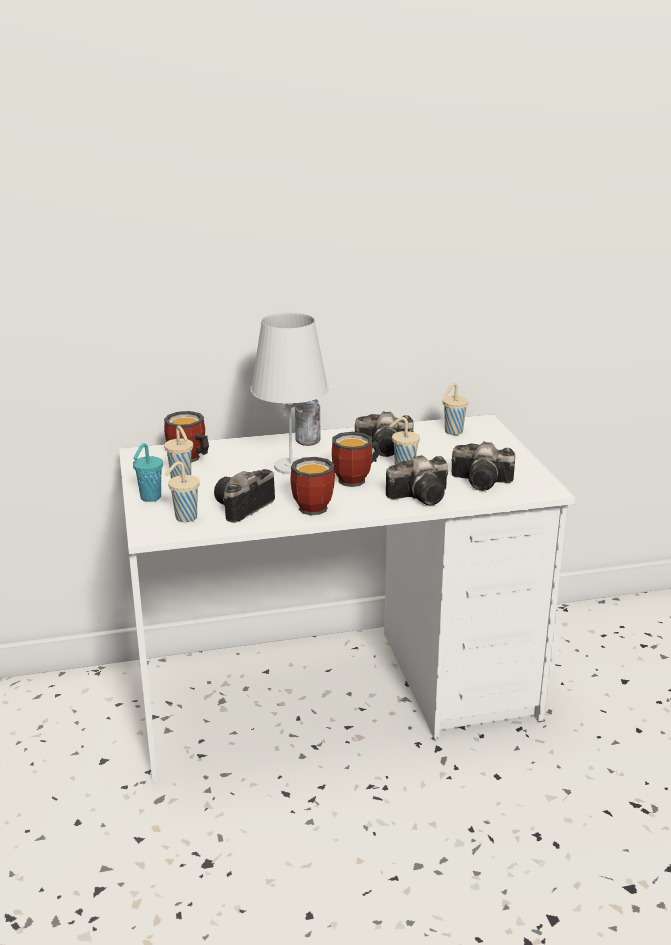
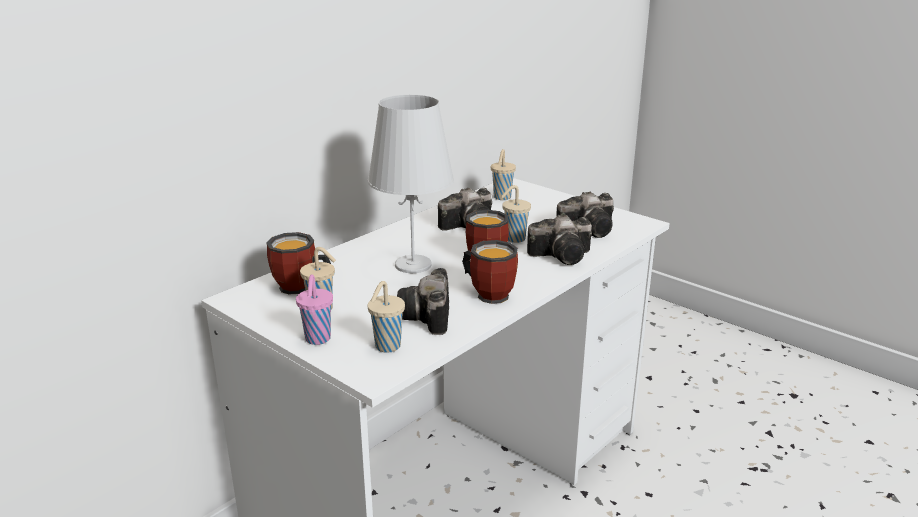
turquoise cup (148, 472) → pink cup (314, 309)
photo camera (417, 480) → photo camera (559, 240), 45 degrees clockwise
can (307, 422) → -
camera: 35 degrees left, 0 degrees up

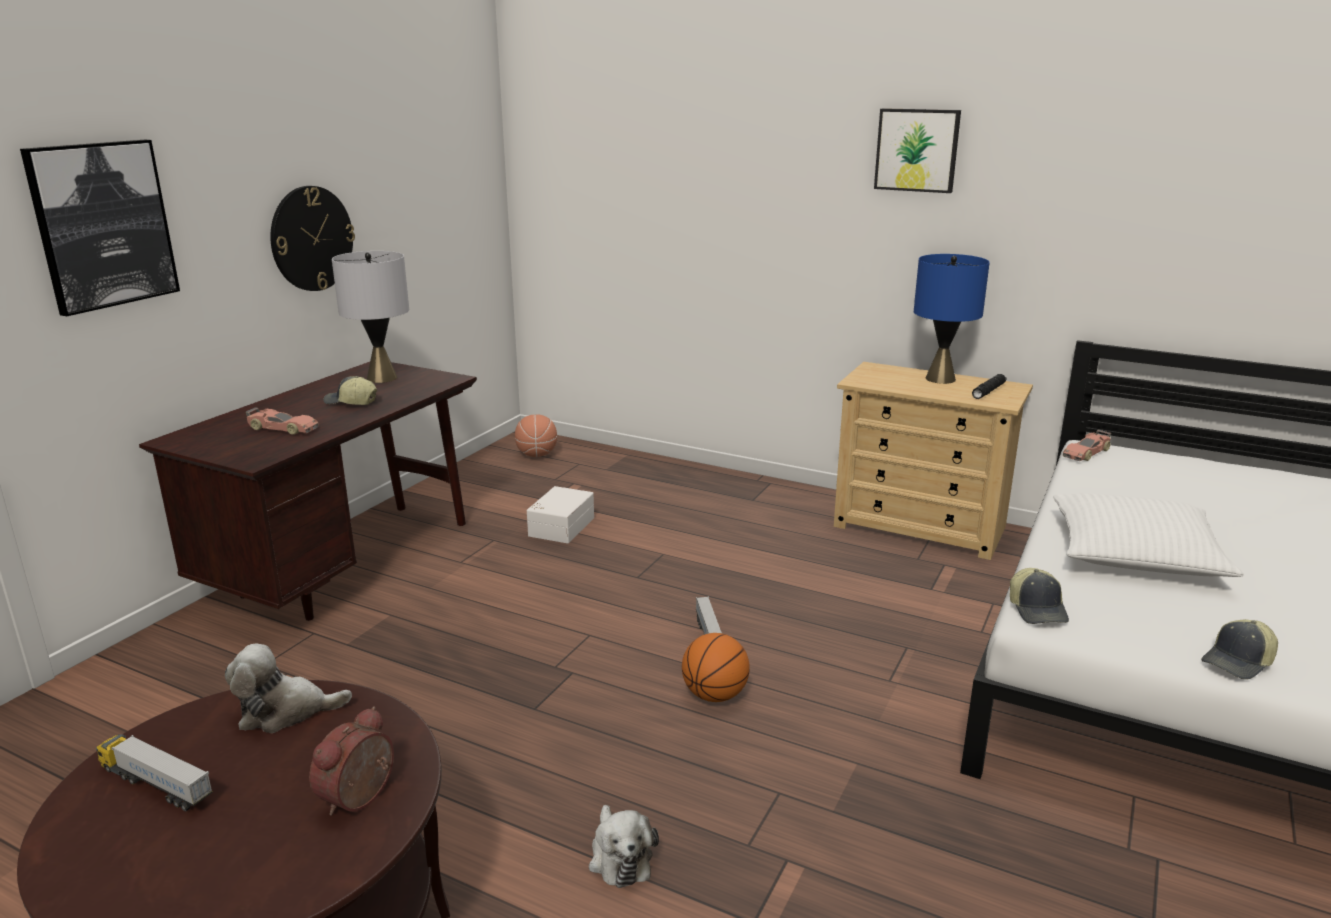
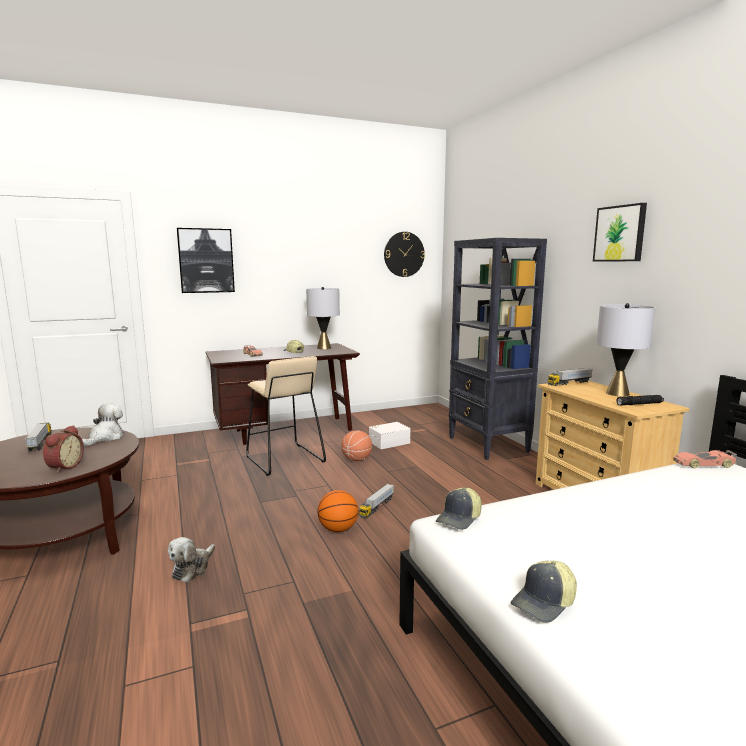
alarm clock (351, 761) → alarm clock (63, 449), 120 degrees clockwise
plush toy (288, 688) → plush toy (103, 424), 75 degrees clockwise
- → beige stool (286, 416)
basketball (536, 435) → basketball (356, 445), move
wall clock (312, 238) → wall clock (404, 254), move
- → black bookcase (497, 349)
cap (1239, 649) → cap (544, 592), 45 degrees counterclockwise
- → toy truck (570, 377)
blue table lamp (952, 319) → grey table lamp (625, 349)
white pillow (1148, 535) → -
camera: 40 degrees right, 10 degrees down

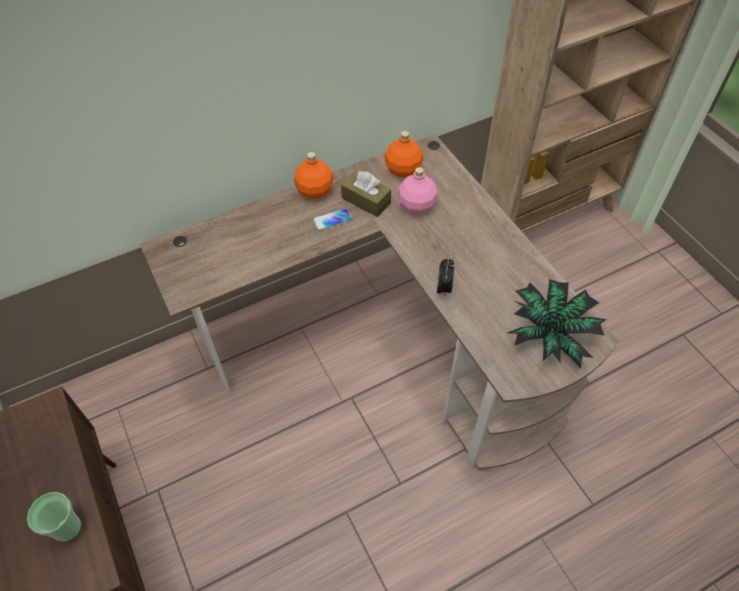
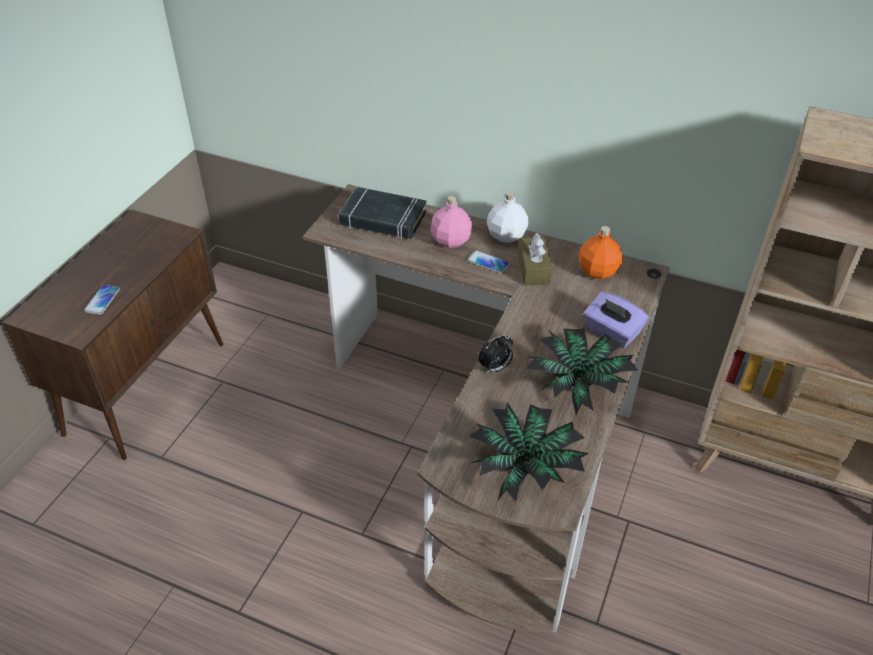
cup (54, 517) → phone (102, 300)
- → black book (382, 213)
pink bottle (418, 191) → pink bottle (451, 222), move
orange bottle (313, 175) → white bottle (508, 217)
- → potted plant (581, 371)
- → purple tissue box (616, 319)
camera: 50 degrees right, 10 degrees down

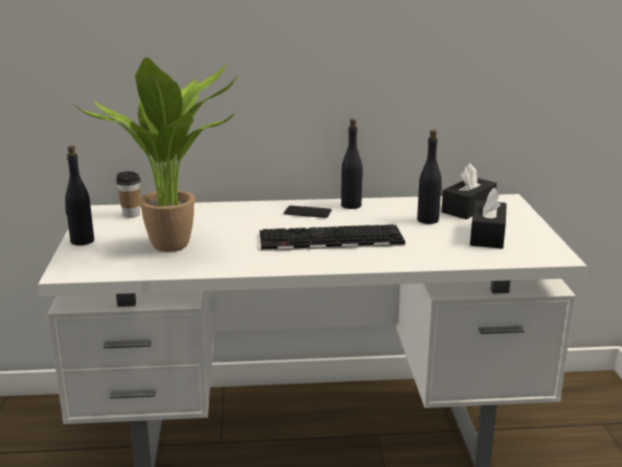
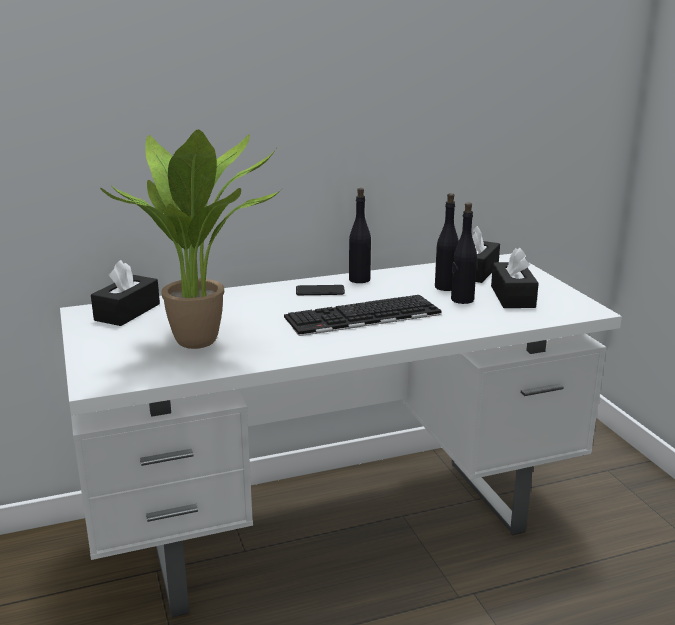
cup (128, 194) → black tissue box (125, 293)
black bottle (79, 195) → black bottle (464, 253), move
camera: 15 degrees left, 0 degrees up

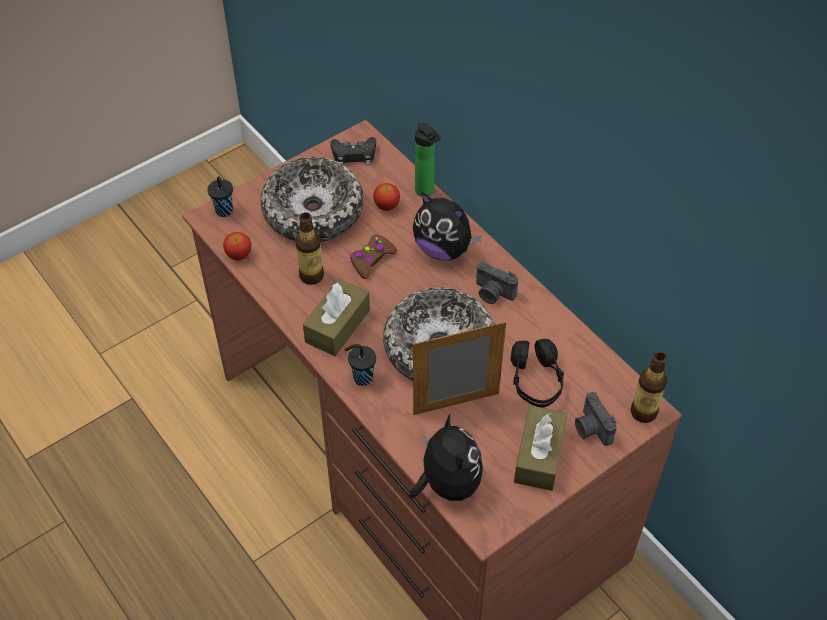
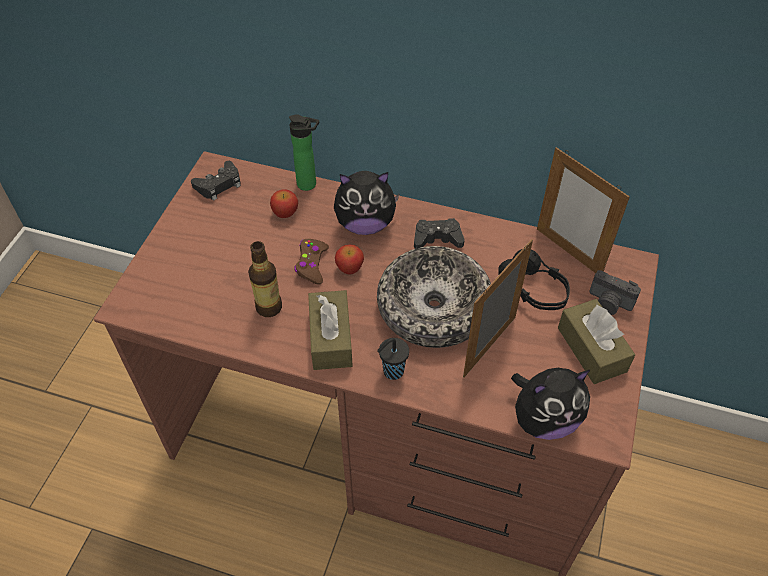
apple (237, 246) → apple (349, 260), move
photo camera (497, 283) → black game controller (439, 233)
plush toy (446, 457) → plush toy (550, 404), 120 degrees clockwise
- → picture frame (583, 210)
black cup (220, 196) → -
bowl (312, 199) → -
bottle (649, 387) → -
camera: 35 degrees left, 0 degrees up

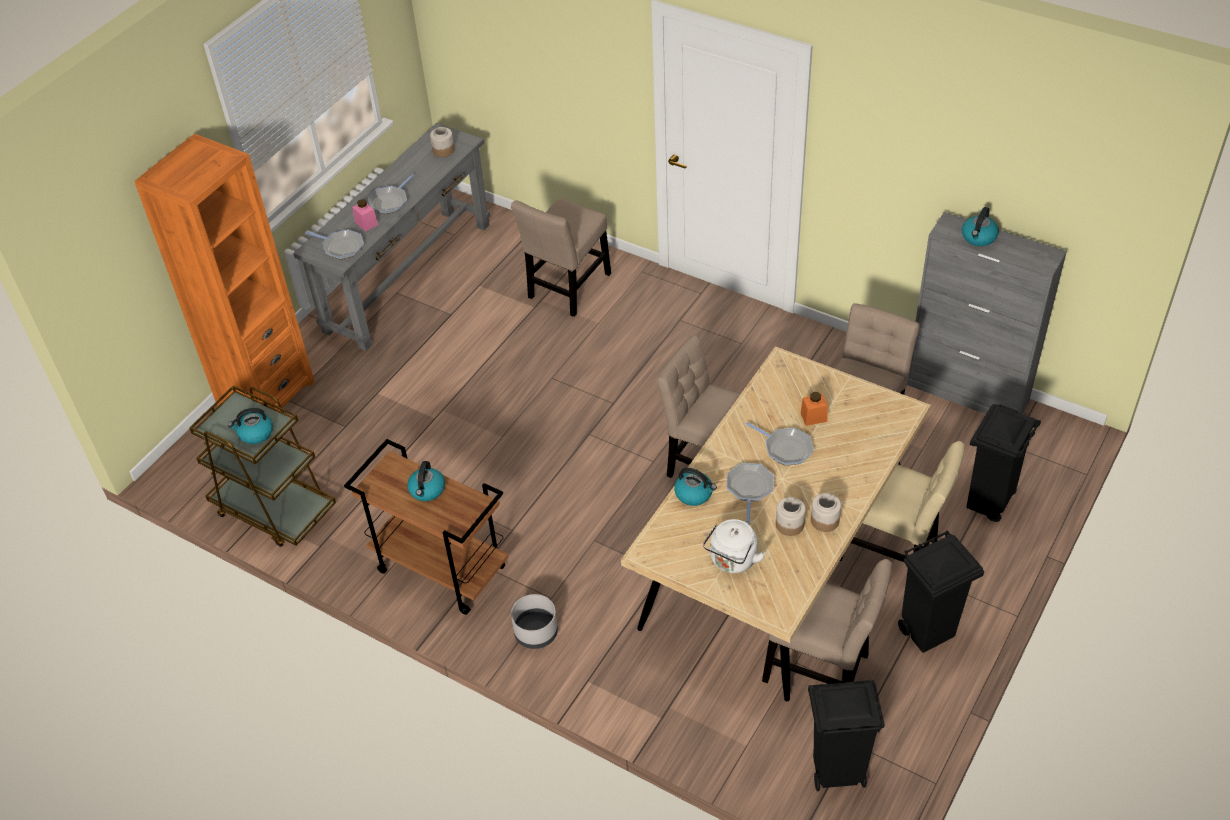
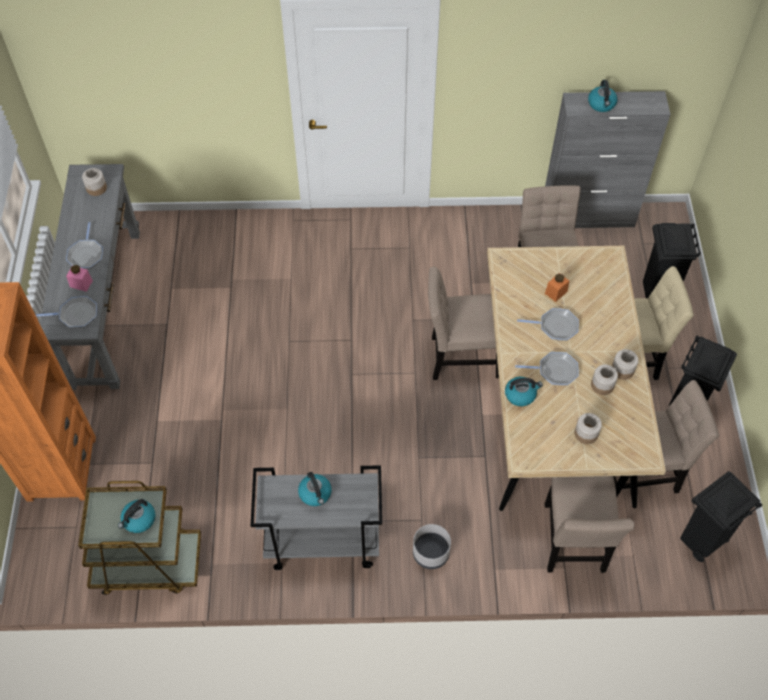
brown cart (426, 527) → grey cart (316, 517)
frying pan (750, 493) → frying pan (547, 369), 120 degrees clockwise
beige chair (561, 257) → beige chair (589, 524), move
white kettle (734, 546) → jar (588, 428)
camera: 35 degrees left, 10 degrees up

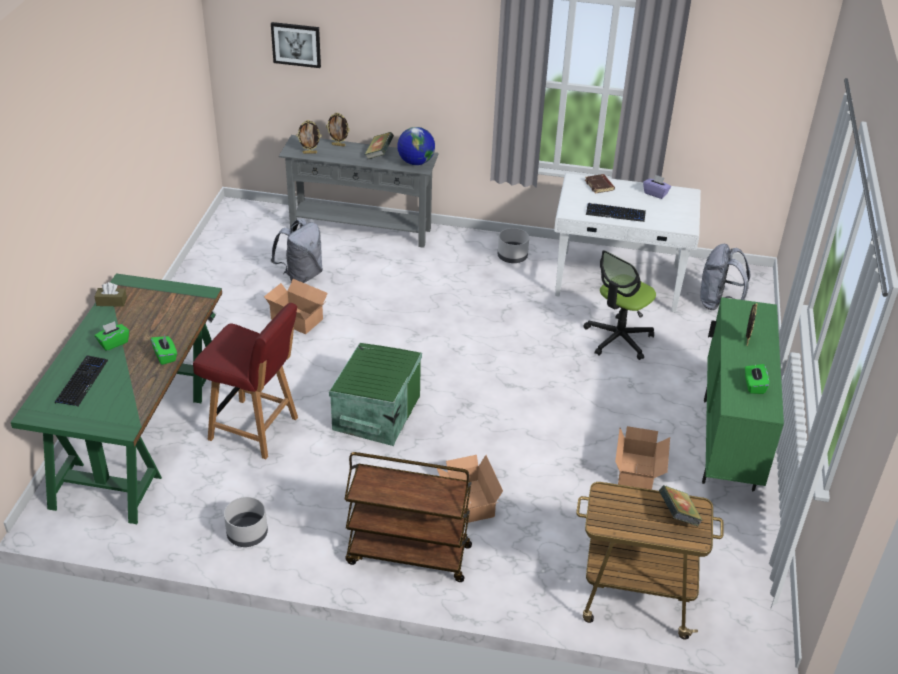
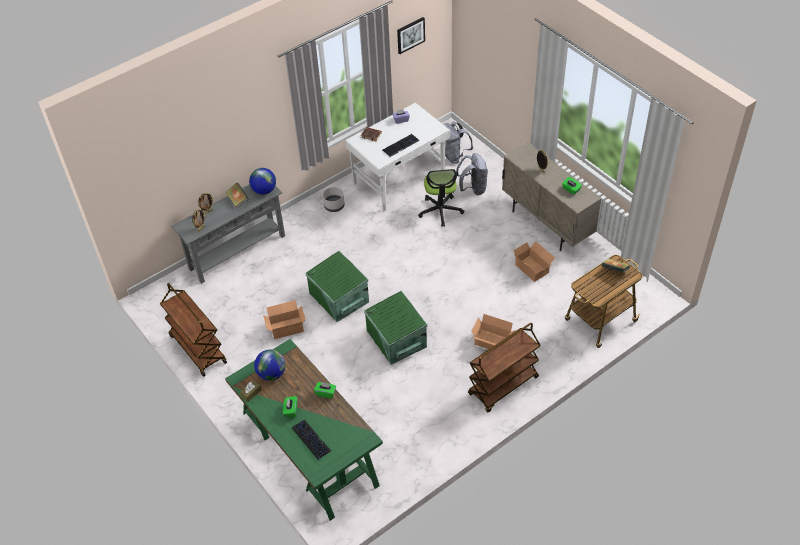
- → brown cart (193, 330)
- → globe (270, 365)
- → green storage box (337, 286)
picture (296, 45) → picture (411, 35), move
grey backpack (297, 251) → grey backpack (472, 174), move
green cabinet (743, 394) → beige cabinet (552, 196)
red chair (245, 381) → -
grey planter (246, 522) → -
camera: 45 degrees left, 10 degrees up

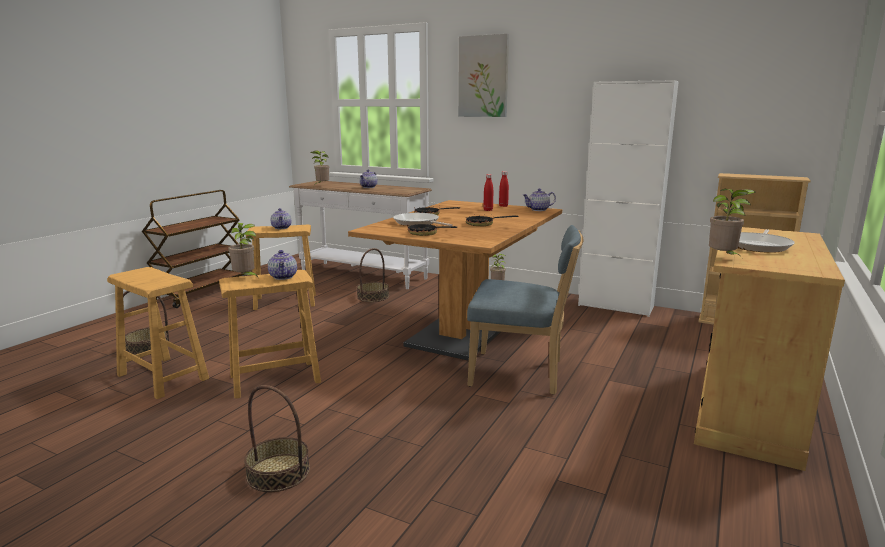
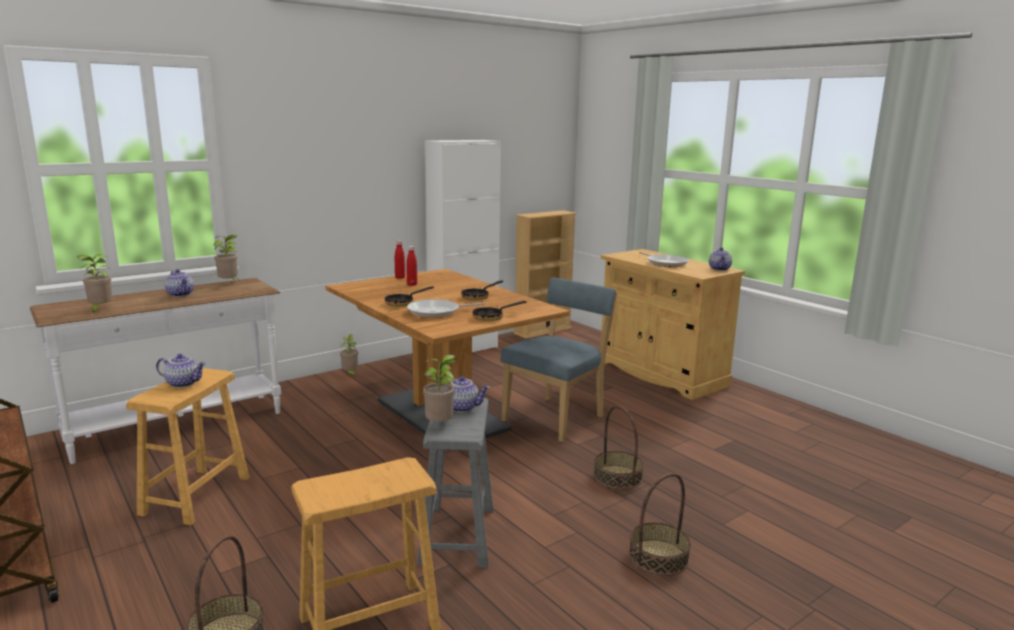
potted plant (732, 223) → potted plant (226, 257), move
brown stool (270, 334) → grey stool (455, 482)
basket (373, 275) → basket (619, 448), move
teapot (539, 199) → teapot (720, 259), move
picture (483, 75) → -
camera: 65 degrees left, 0 degrees up

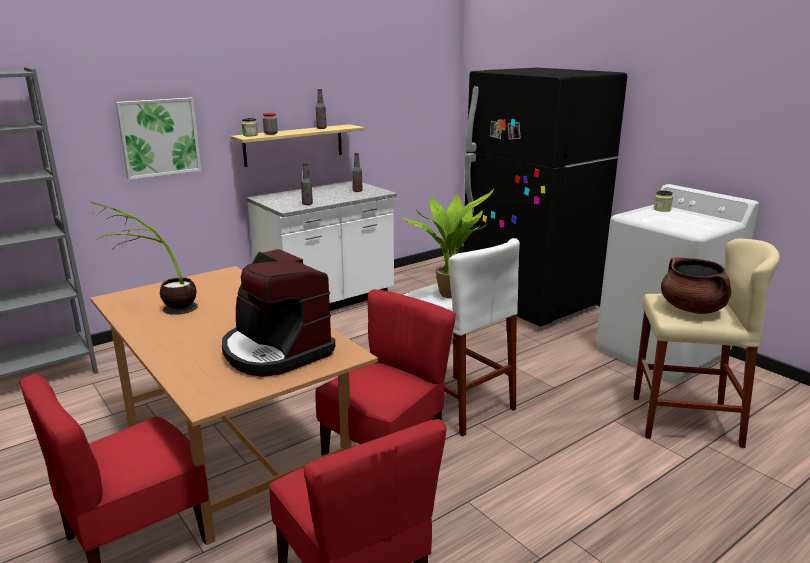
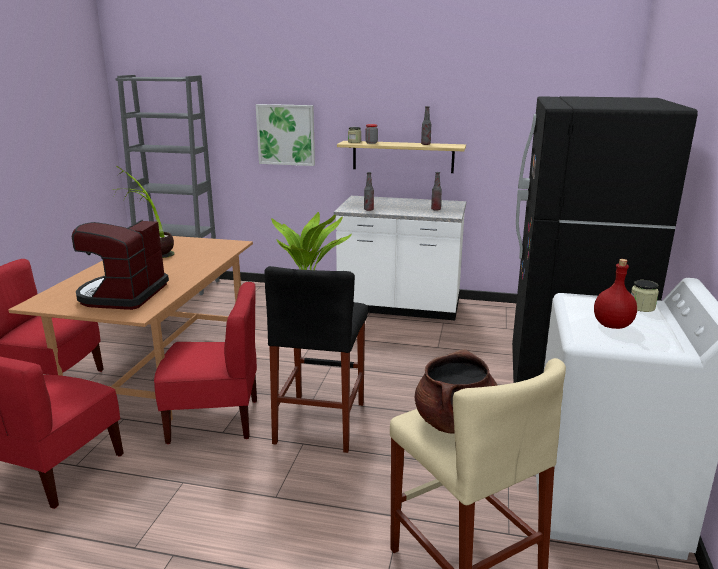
white stool (462, 337) → black stool (316, 359)
- → red bottle (615, 294)
camera: 50 degrees right, 0 degrees up

